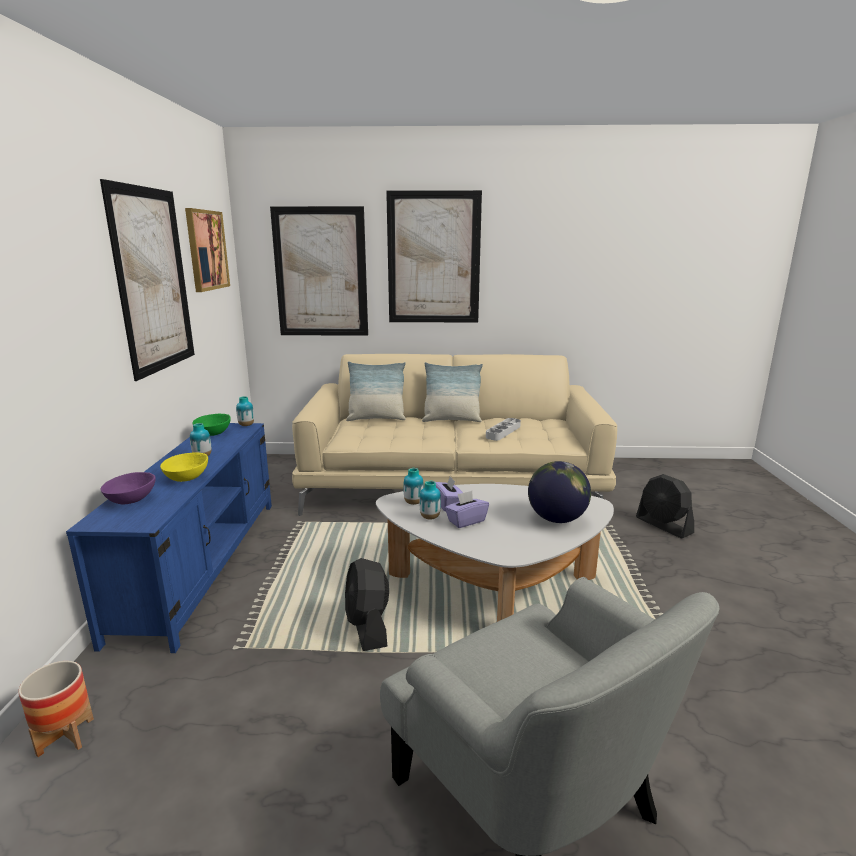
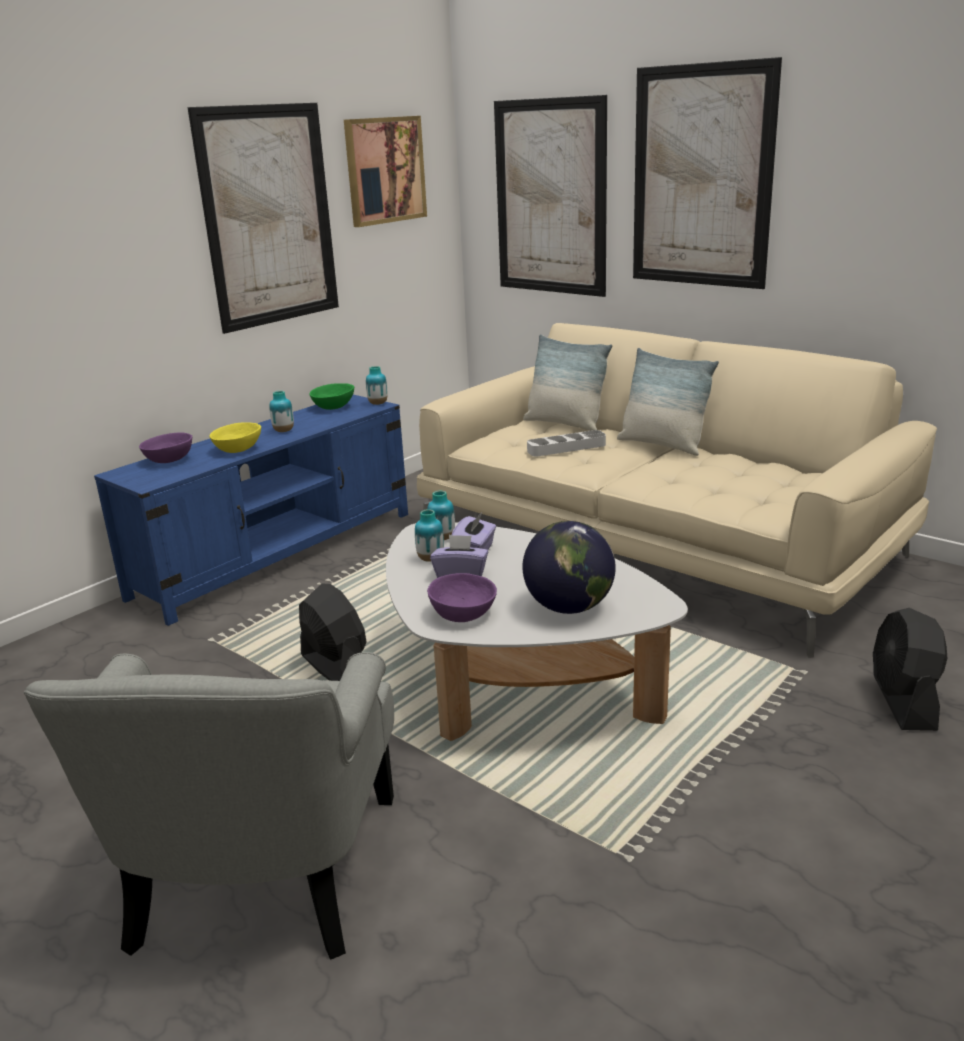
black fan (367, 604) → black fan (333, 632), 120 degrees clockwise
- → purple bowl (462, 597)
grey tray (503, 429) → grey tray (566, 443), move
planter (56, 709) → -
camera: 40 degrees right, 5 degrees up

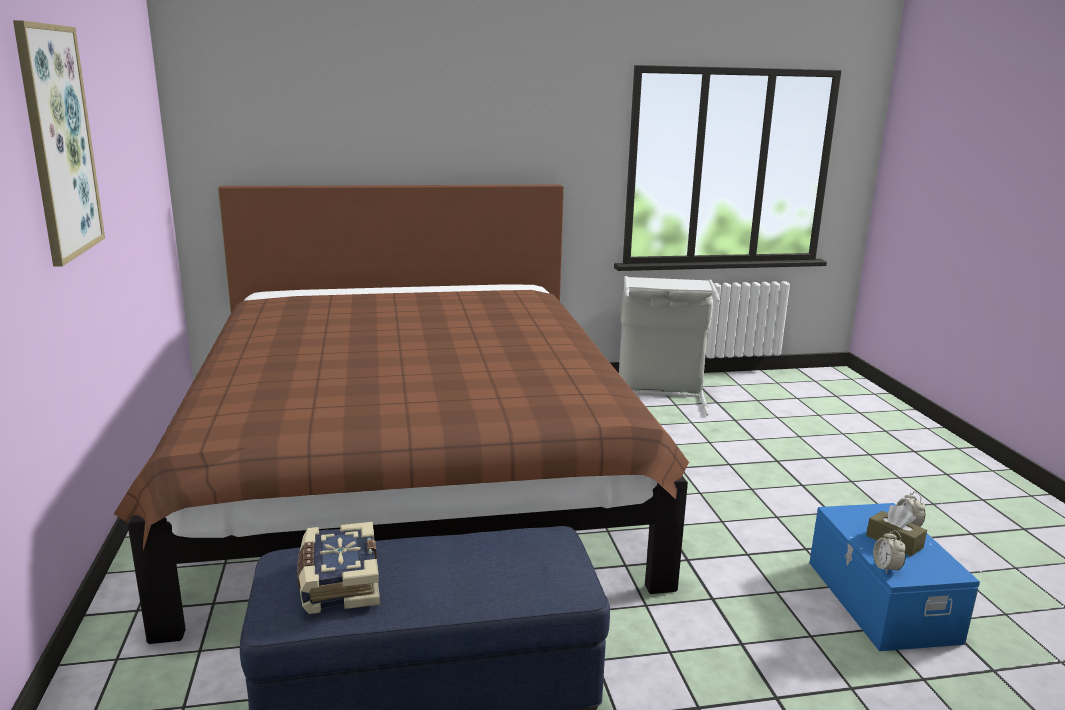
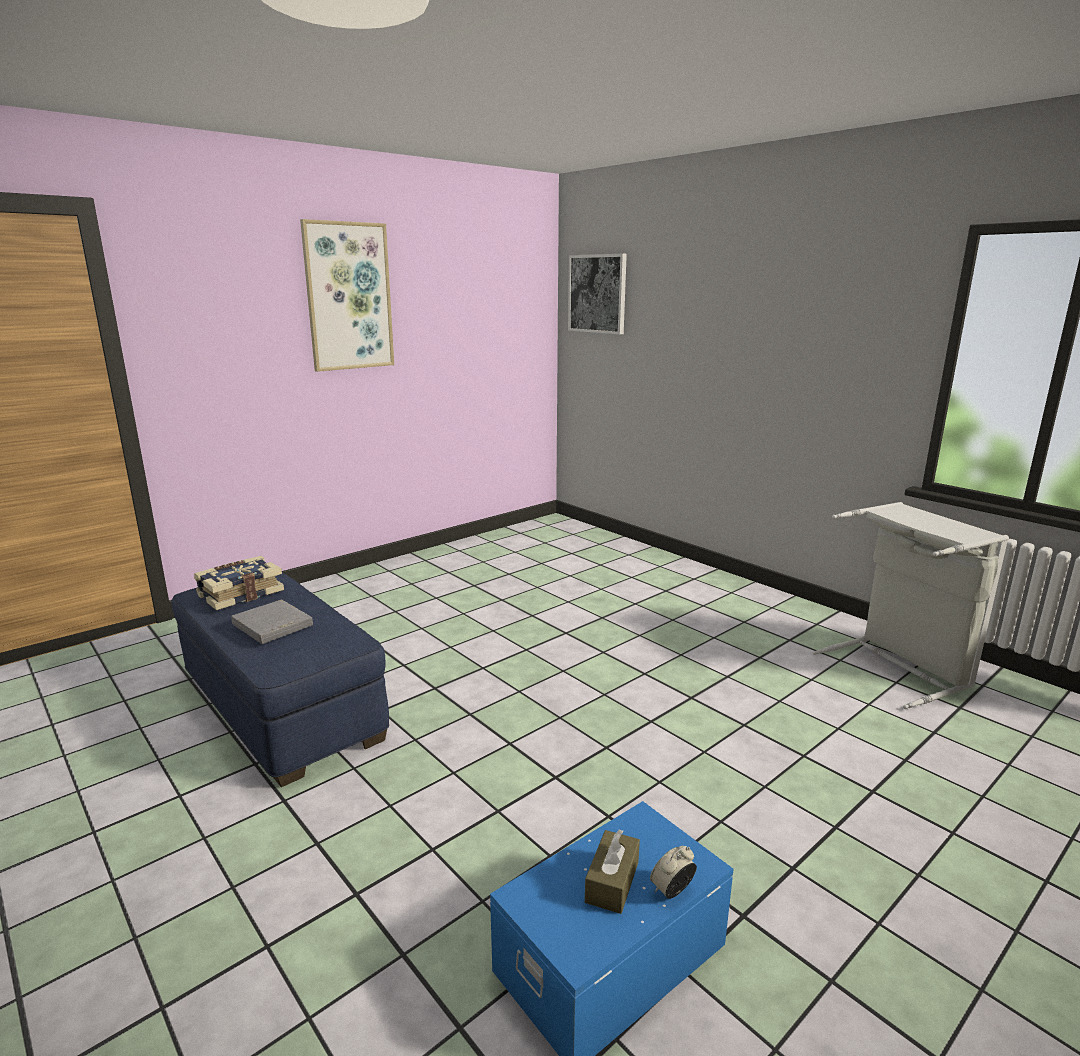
- → grey book (272, 621)
- → picture (597, 294)
brown bed (401, 414) → -
alarm clock (889, 552) → -
camera: 60 degrees right, 0 degrees up

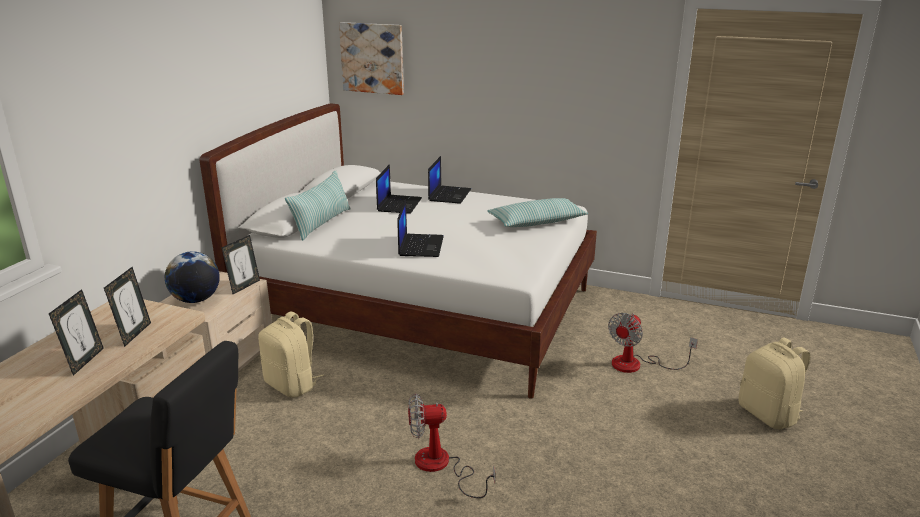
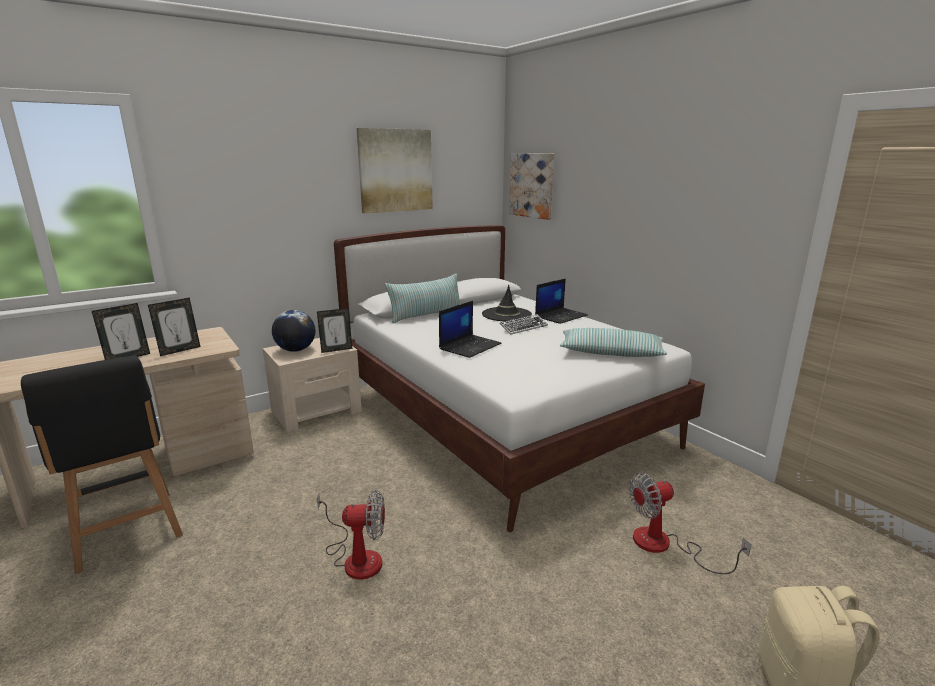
fan (452, 445) → fan (351, 535), 150 degrees clockwise
- → picture (395, 170)
laptop (399, 189) → black hat (507, 303)
- → keyboard (524, 324)
beige backpack (291, 354) → -
camera: 35 degrees right, 5 degrees down

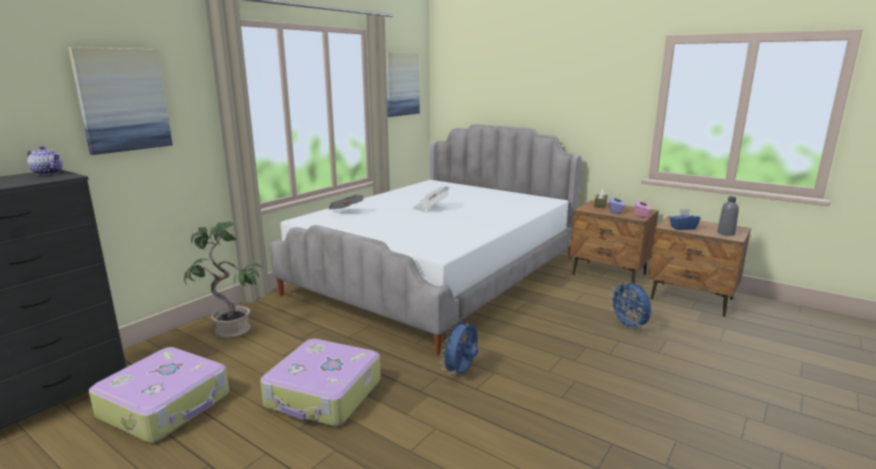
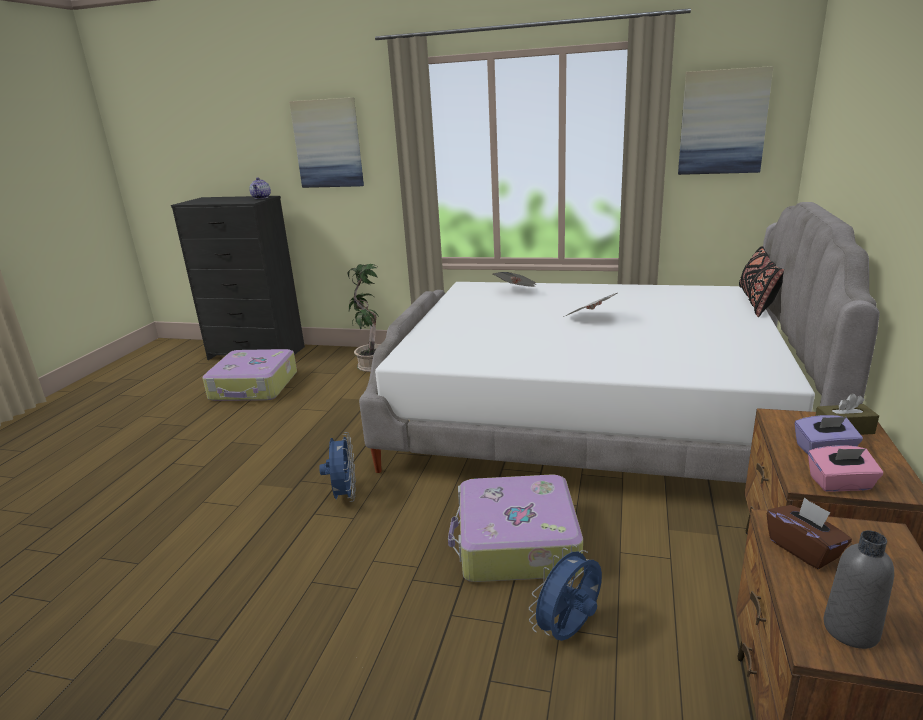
blue fan (459, 346) → blue fan (337, 467), 75 degrees clockwise
suitcase (320, 382) → suitcase (515, 528), move
- → black pillow (761, 281)
blue tissue box (685, 219) → brown tissue box (809, 533)
camera: 70 degrees right, 5 degrees up

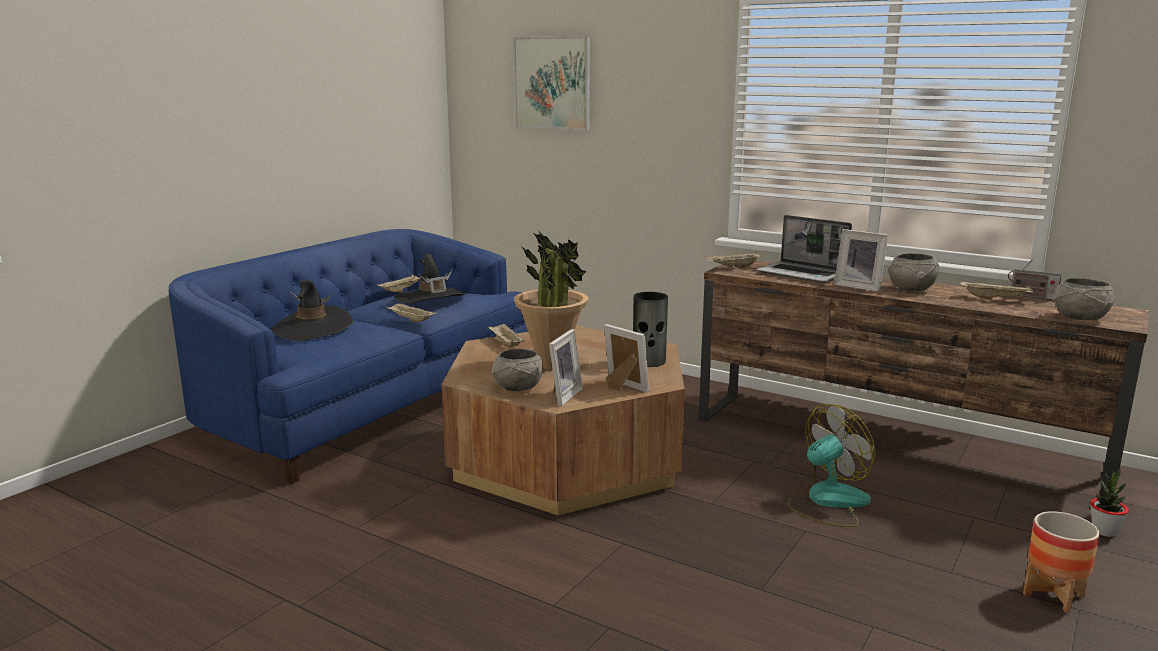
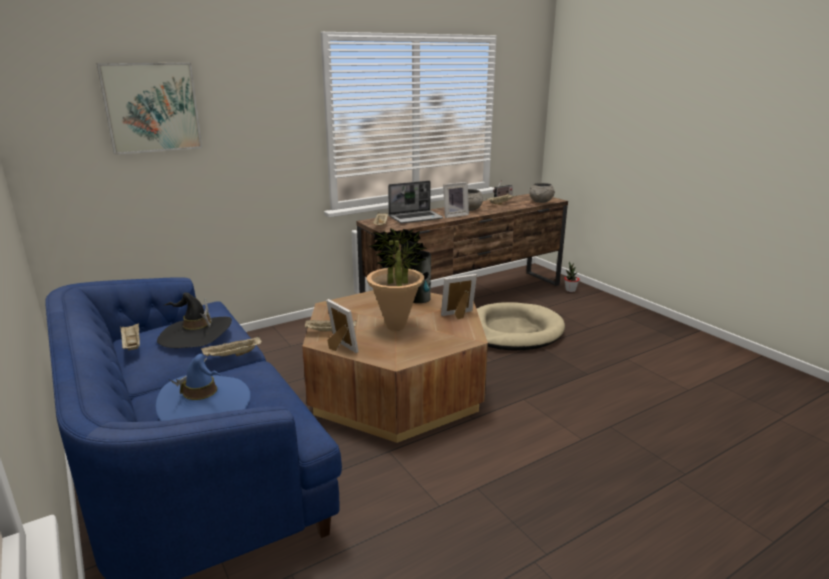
black hat (312, 310) → blue hat (203, 387)
picture frame (566, 367) → picture frame (342, 326), move
fan (831, 465) → beige dog bed (521, 326)
grey bowl (517, 370) → -
planter (1061, 562) → -
camera: 65 degrees left, 5 degrees up

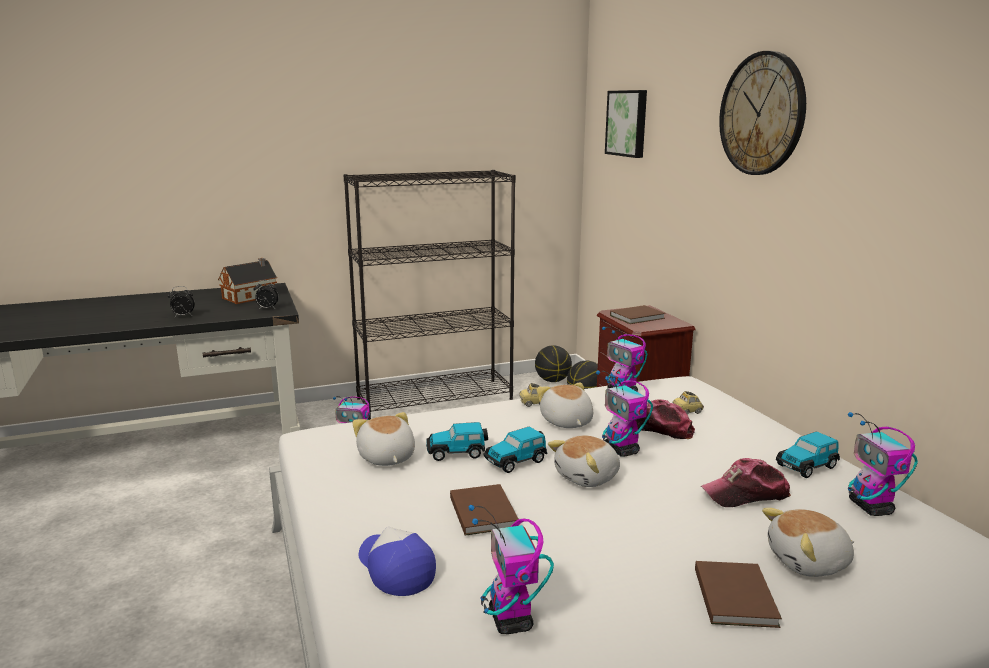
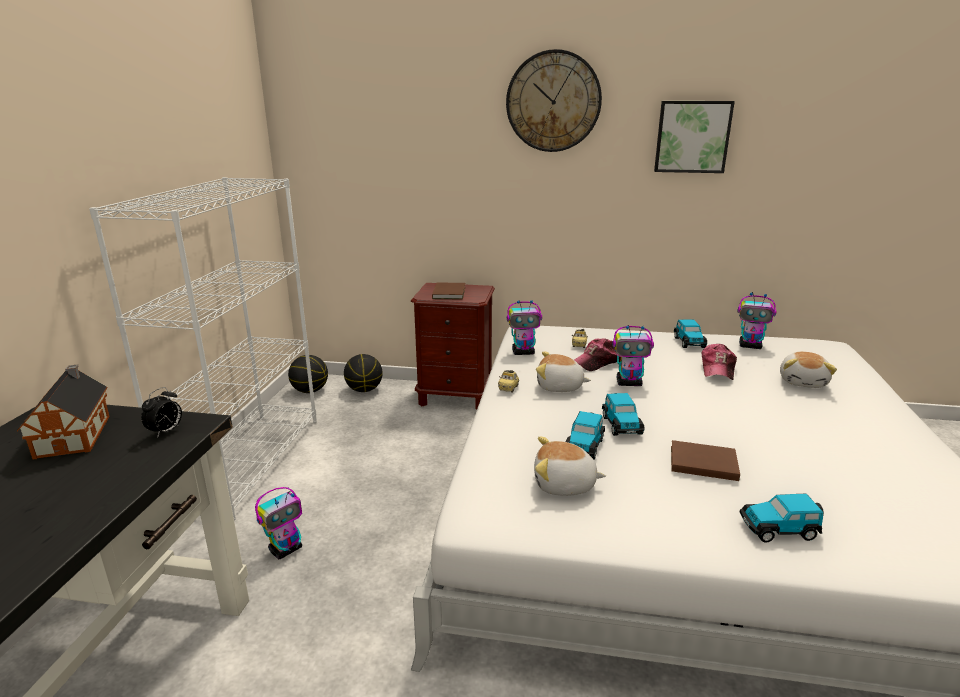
black bookcase (430, 295) → white bookcase (203, 349)
picture (626, 124) → picture (694, 137), move
cap (397, 561) → toy car (782, 518)
alarm clock (181, 301) → -
toy robot (511, 569) → -
plush toy (584, 461) → -
brown book (738, 594) → -
camera: 60 degrees left, 5 degrees up

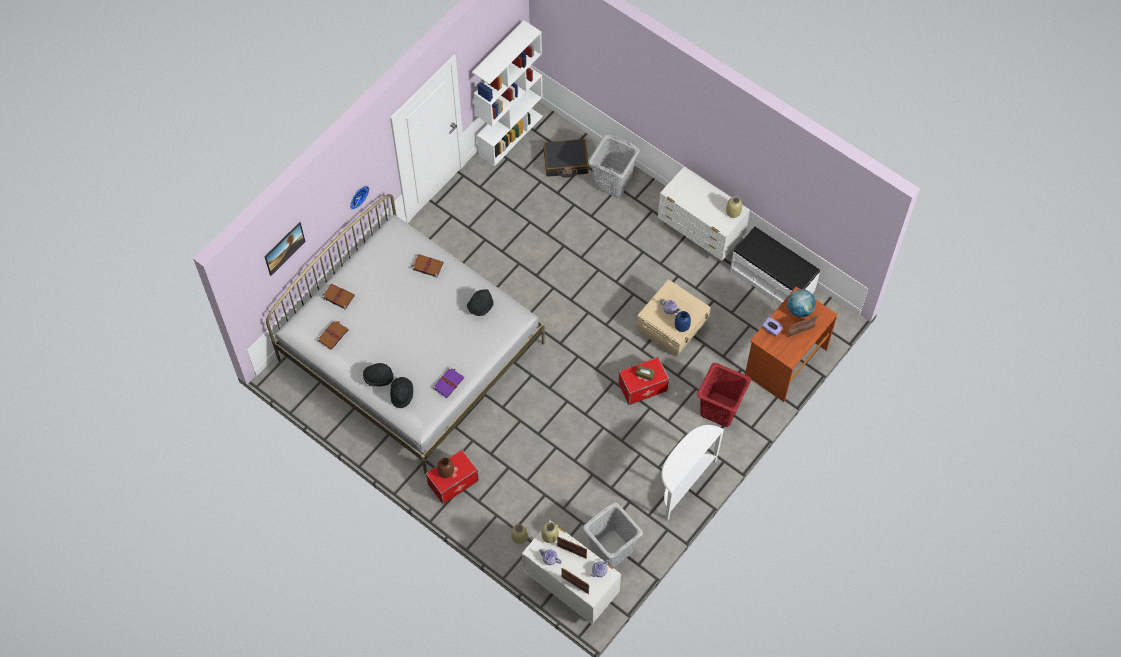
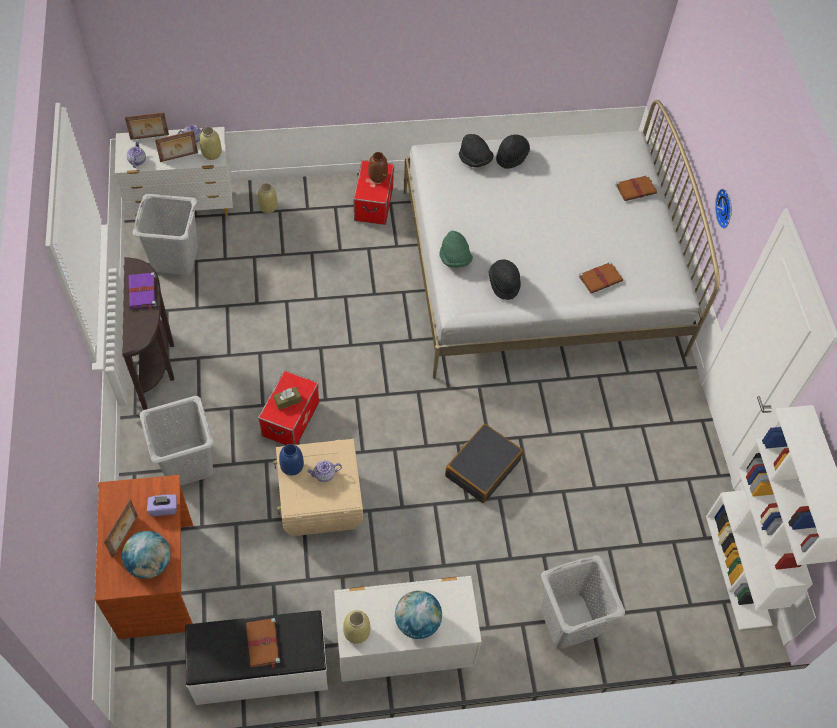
white console table (692, 473) → brown console table (148, 333)
purple book (448, 382) → purple book (142, 291), move
red laundry basket (724, 395) → grey laundry basket (176, 441)
brown book (333, 335) → brown book (262, 643), move
- → globe (418, 614)
- → green hat (456, 249)
black suitcase (566, 158) → black suitcase (484, 463), move
picture (285, 249) → -
camera: 130 degrees right, 5 degrees down

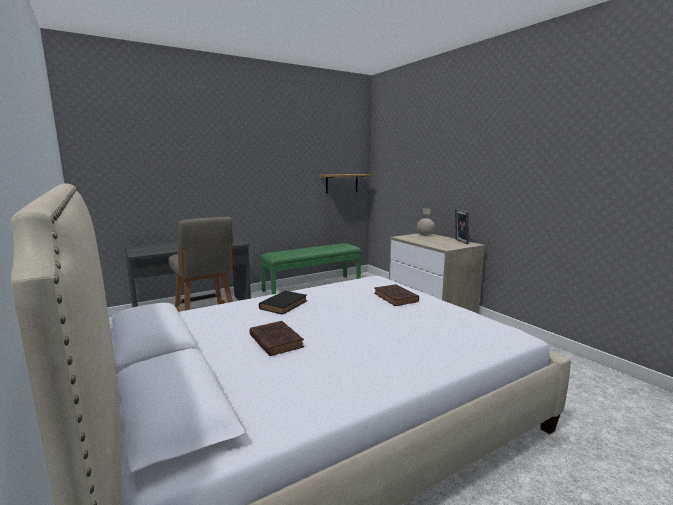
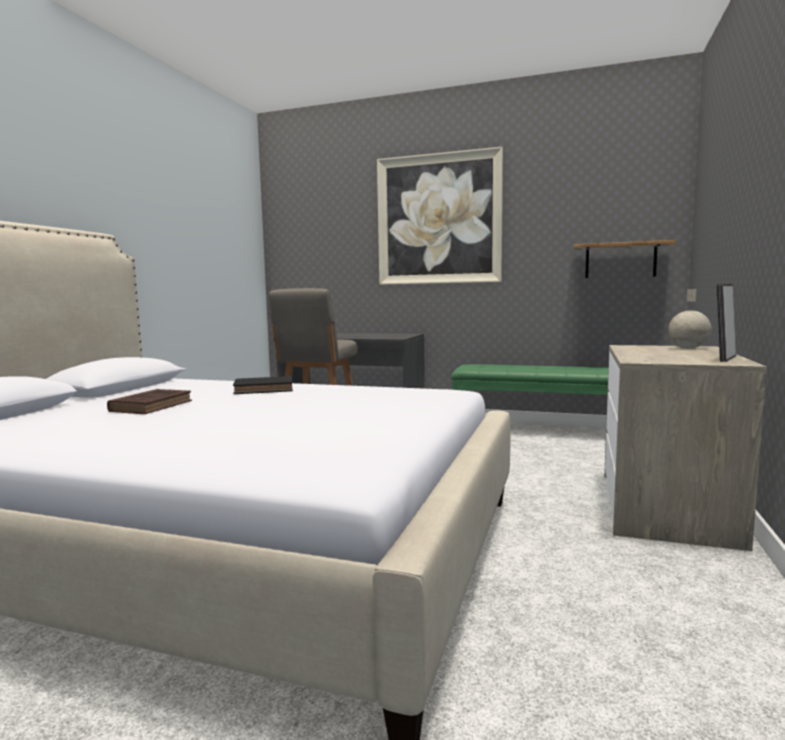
- → picture (440, 216)
brown book (396, 295) → -
camera: 50 degrees right, 5 degrees down

